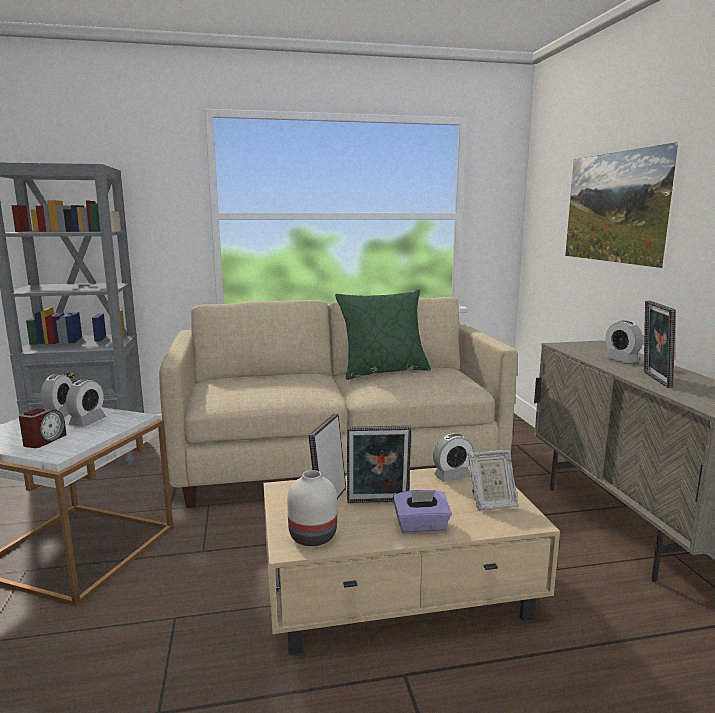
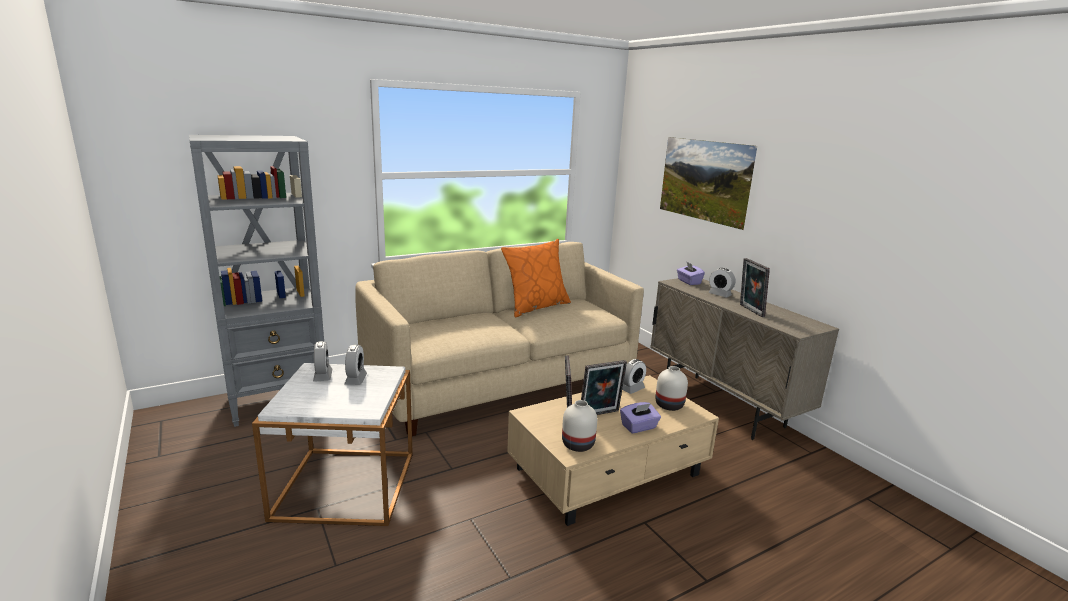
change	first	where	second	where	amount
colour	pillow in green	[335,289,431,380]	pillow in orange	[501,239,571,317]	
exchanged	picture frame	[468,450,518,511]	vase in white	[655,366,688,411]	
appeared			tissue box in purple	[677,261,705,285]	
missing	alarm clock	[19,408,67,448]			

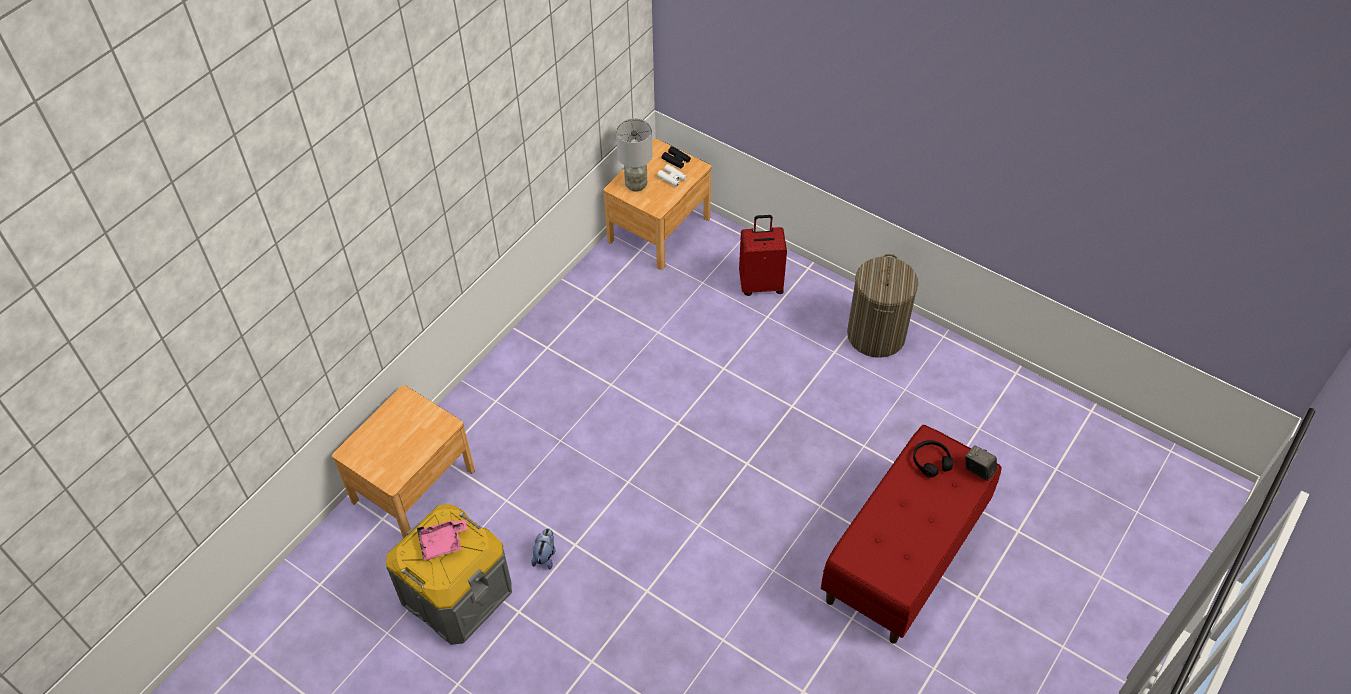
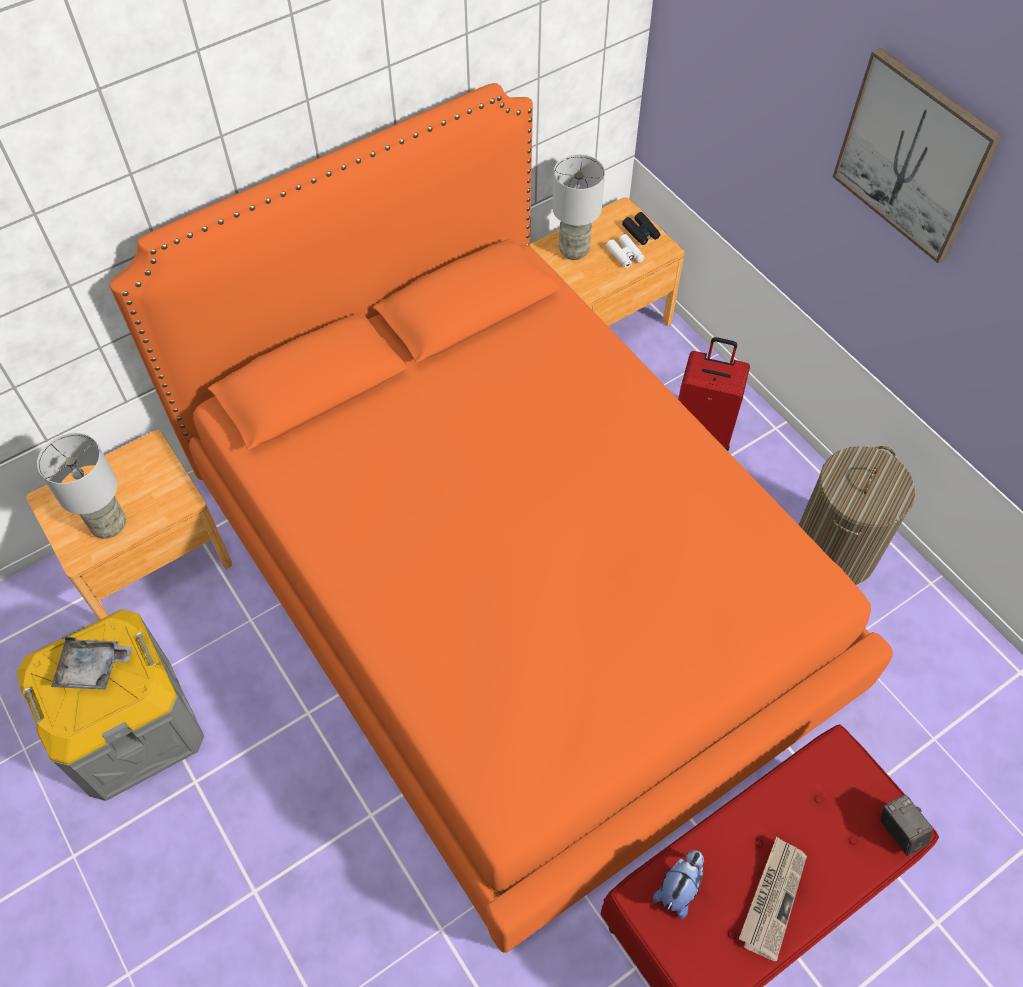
change	first	where	second	where	amount
appeared			table lamp in grey	[37,433,126,539]	
colour	tray in pink	[417,519,468,561]	tray in grey	[51,637,132,690]	
appeared			bed in orange	[109,83,893,953]	
relocated	plush toy	[531,528,556,570]		[653,850,704,919]	
appeared			newspaper	[739,836,807,962]	
appeared			picture	[833,47,1003,263]	
missing	headphones in black	[913,440,953,478]			

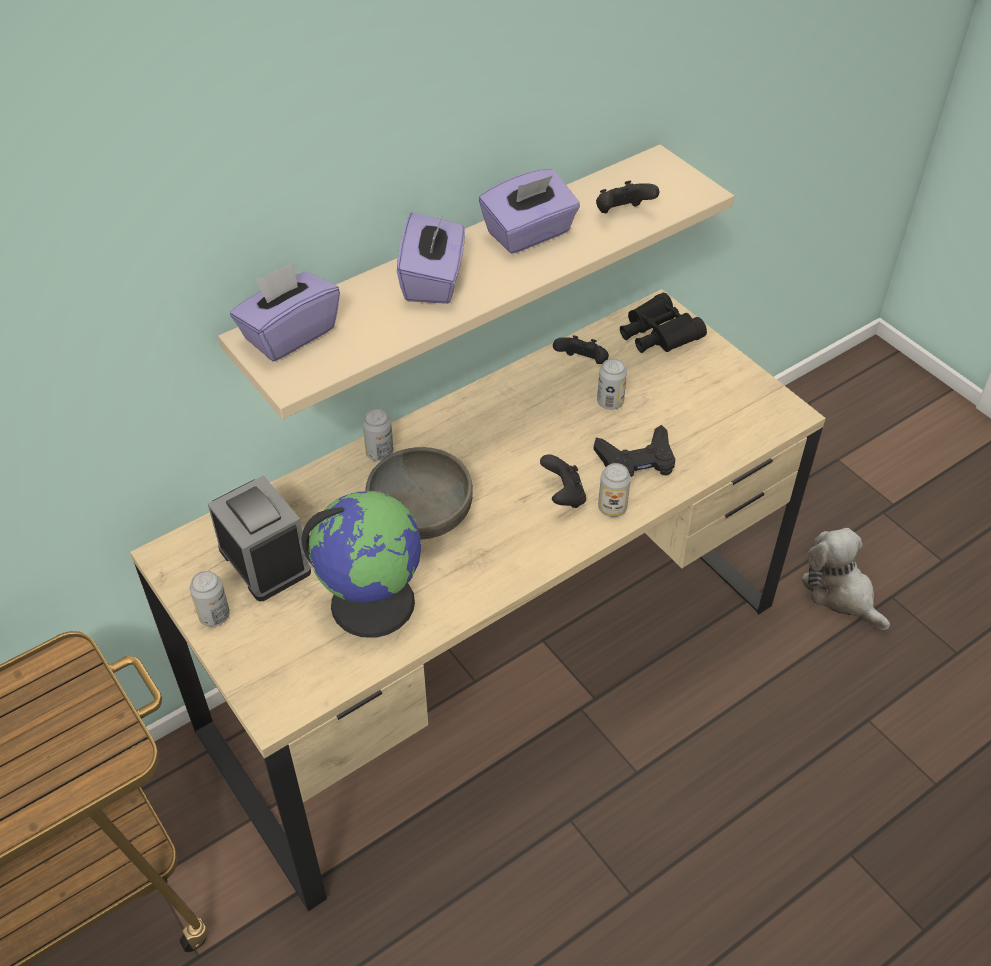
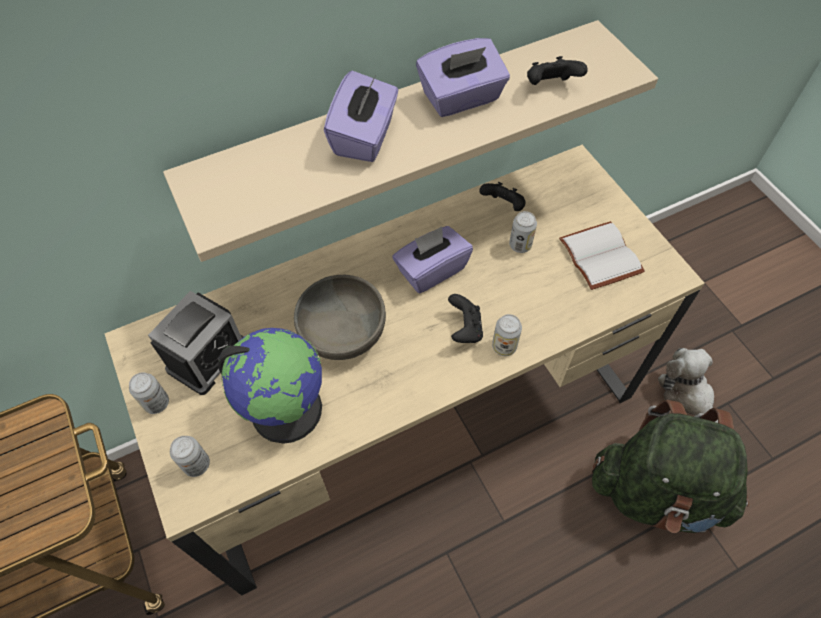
change	first	where	second	where	amount
spun	alarm clock	[208,475,311,601]		[148,291,244,395]	60 degrees clockwise
relocated	can	[362,409,394,461]		[170,436,210,477]	
relocated	tissue box in purple	[230,262,340,361]		[392,226,473,293]	
appeared			book in white	[559,221,645,290]	
appeared			backpack in green	[592,400,749,533]	
missing	game controller in black	[594,425,675,477]			
missing	binoculars in black	[620,293,707,353]			

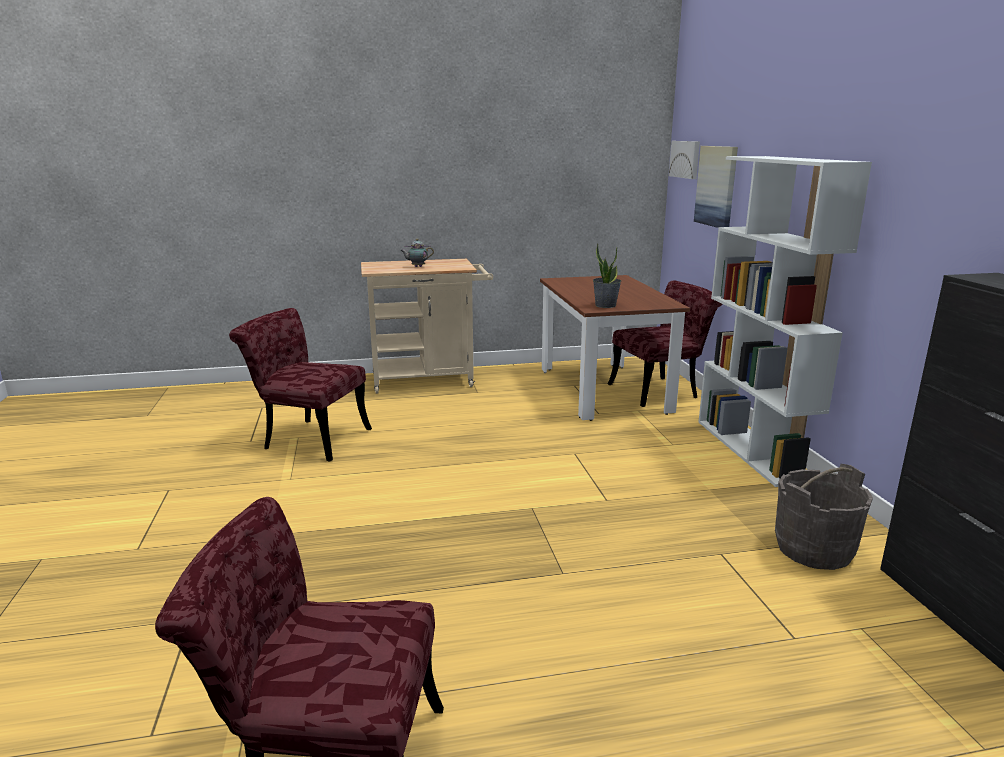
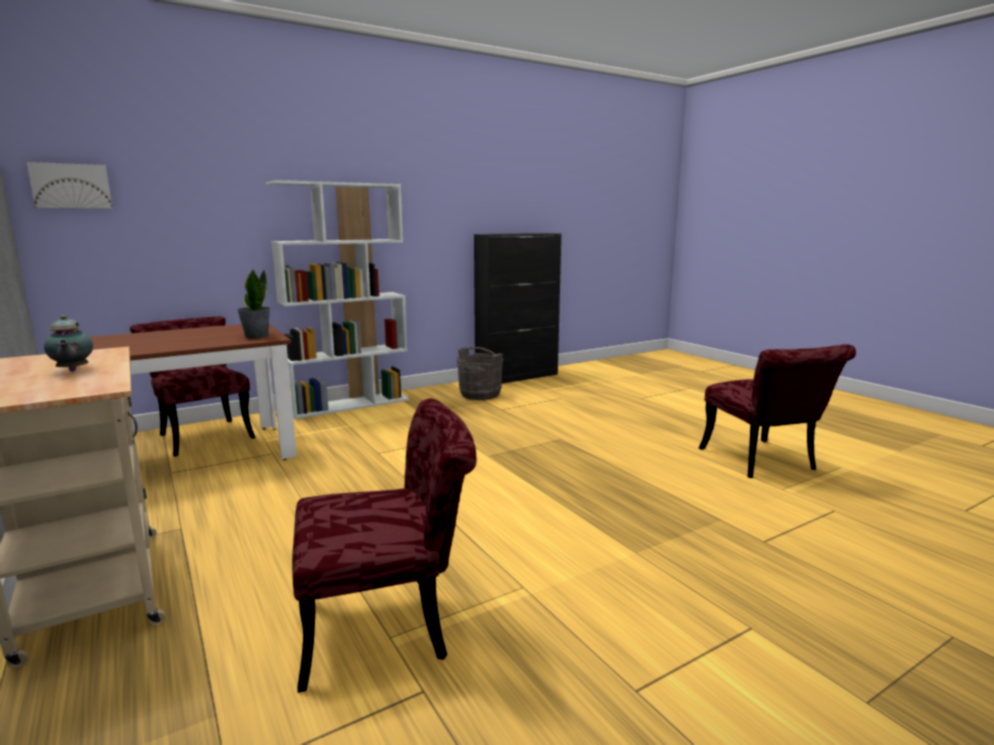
change	first	where	second	where	amount
spun	chair in red	[229,308,372,462]		[292,398,477,693]	105 degrees counterclockwise
missing	picture	[694,146,738,228]			

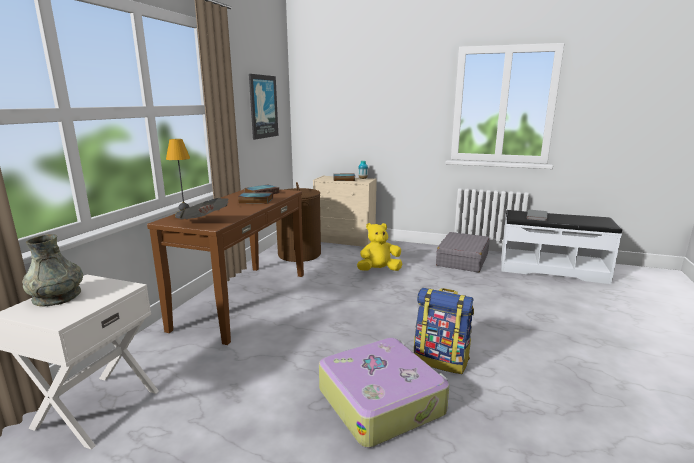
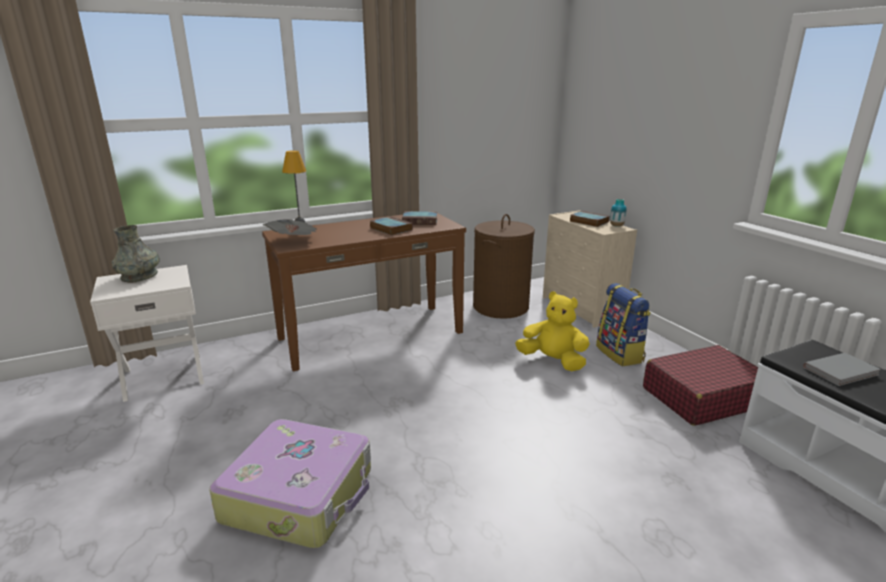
change	first	where	second	where	amount
relocated	backpack	[414,288,474,374]		[596,283,651,366]	
colour	suitcase in grey	[436,232,490,273]	suitcase in red	[643,345,758,426]	
missing	picture	[249,74,278,140]			

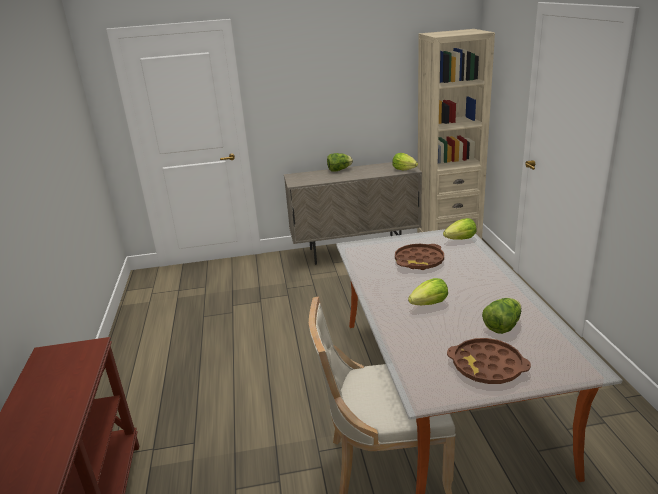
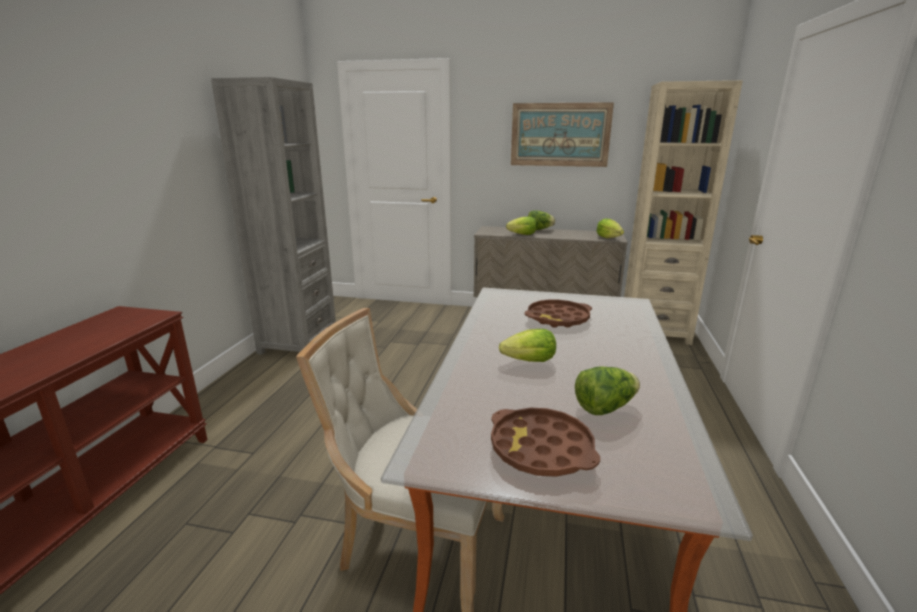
change	first	where	second	where	amount
appeared			bookcase in grey	[211,77,336,355]	
relocated	lettuce	[443,218,476,240]		[506,217,536,235]	
appeared			picture	[511,102,614,167]	

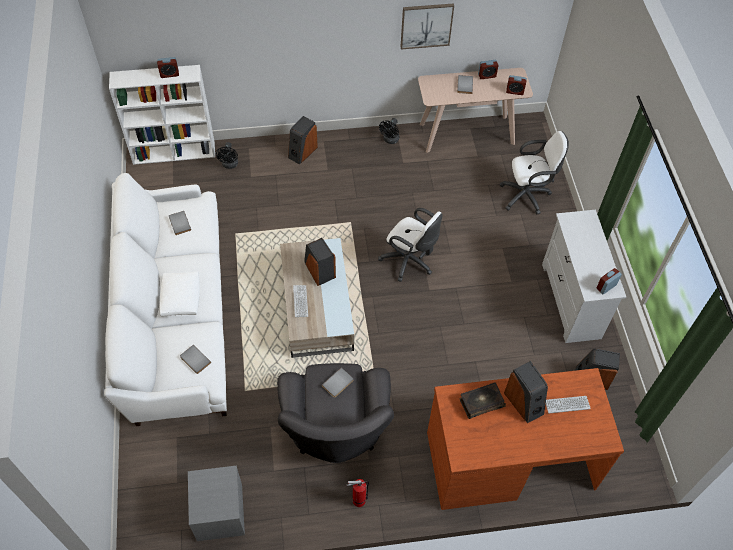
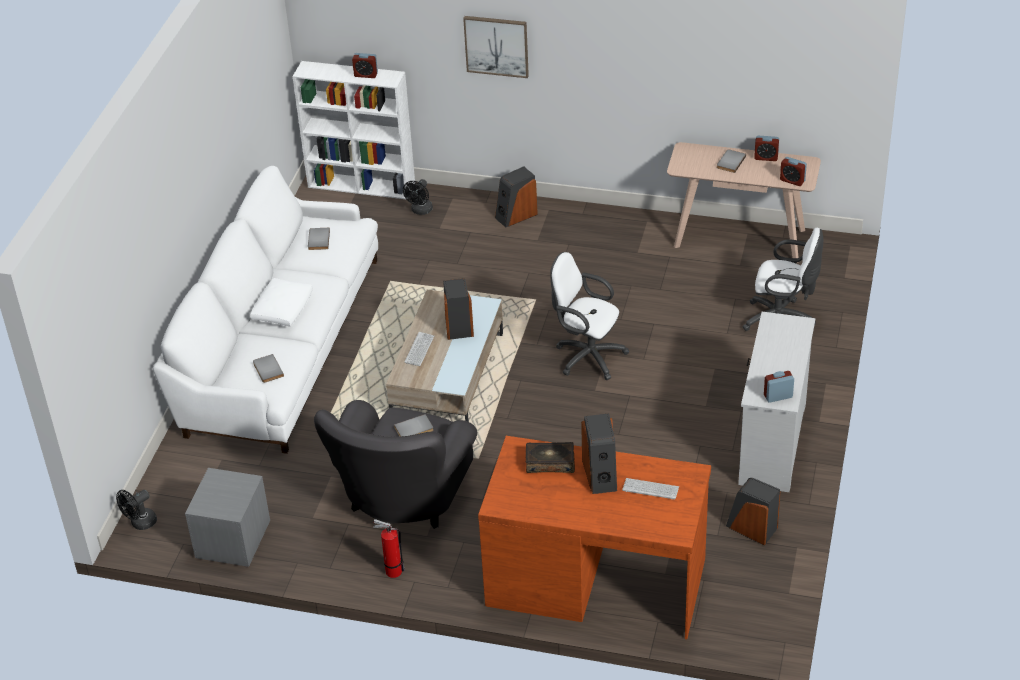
change	first	where	second	where	amount
relocated	fan in black	[379,118,399,144]		[116,490,157,530]	
relocated	picture	[400,3,454,50]		[463,16,529,78]	
spun	office chair in white	[378,208,443,282]		[550,252,629,380]	150 degrees clockwise

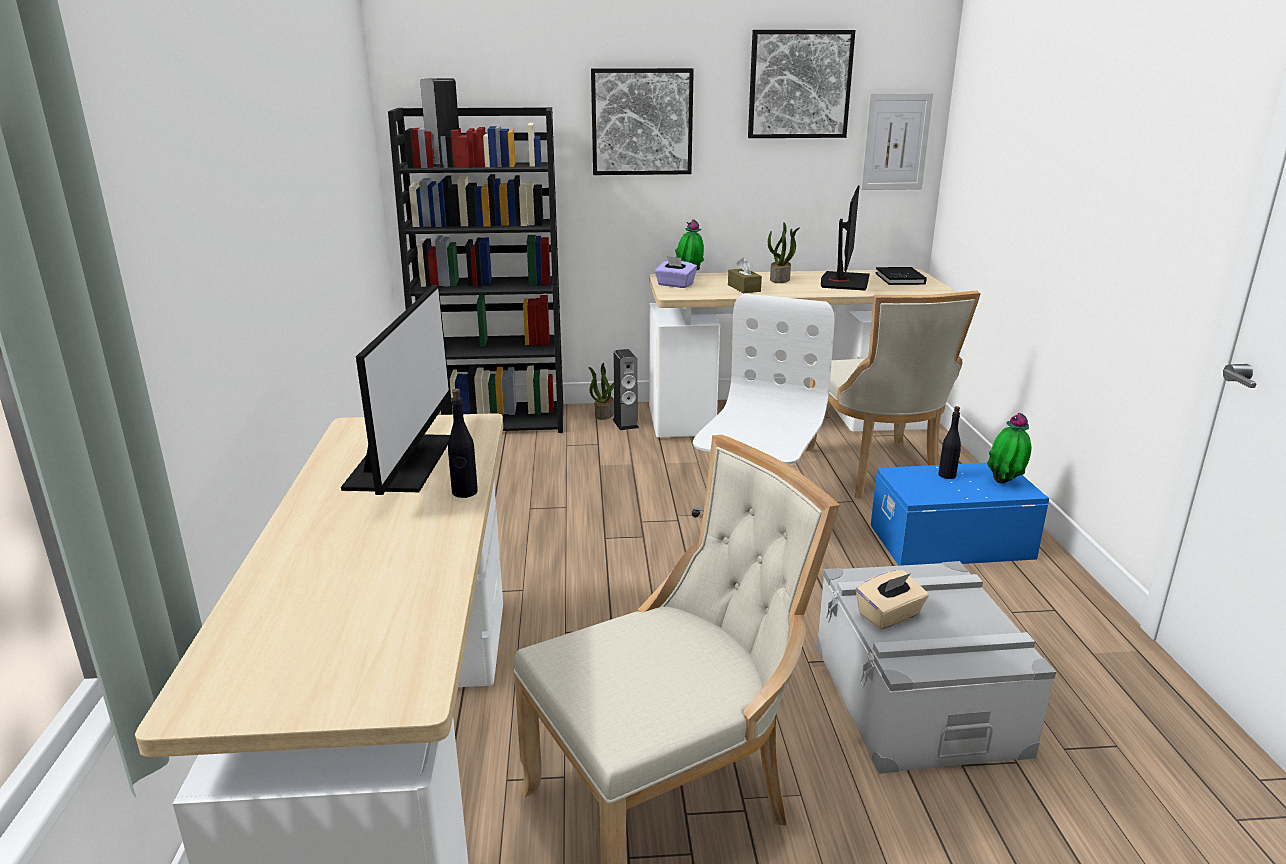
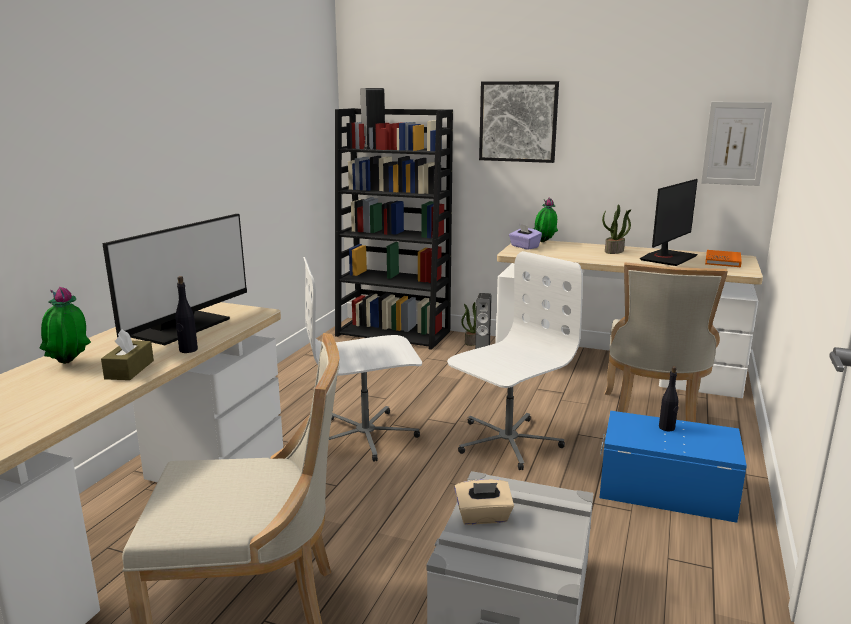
change	first	where	second	where	amount
relocated	potted plant	[987,413,1031,483]		[39,287,91,364]	
relocated	tissue box in brown	[728,257,762,293]		[101,329,154,380]	
appeared			office chair in white	[303,257,422,462]	
colour	book in black	[875,267,927,285]	book in orange	[705,250,742,267]	
missing	picture	[748,30,855,138]			

